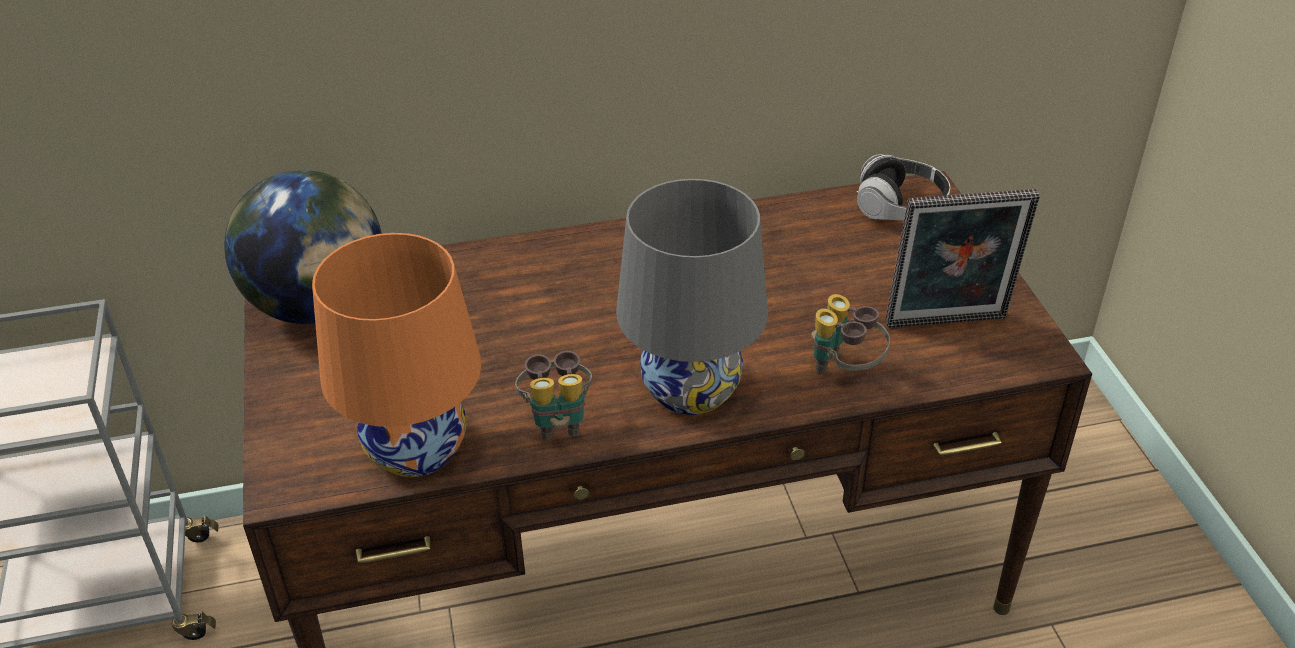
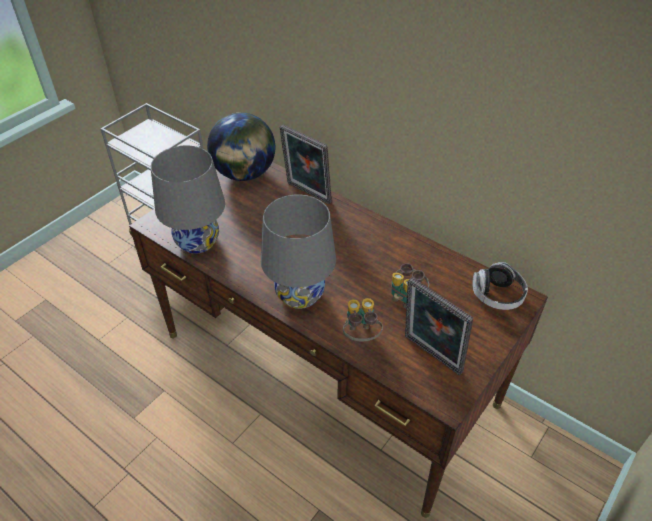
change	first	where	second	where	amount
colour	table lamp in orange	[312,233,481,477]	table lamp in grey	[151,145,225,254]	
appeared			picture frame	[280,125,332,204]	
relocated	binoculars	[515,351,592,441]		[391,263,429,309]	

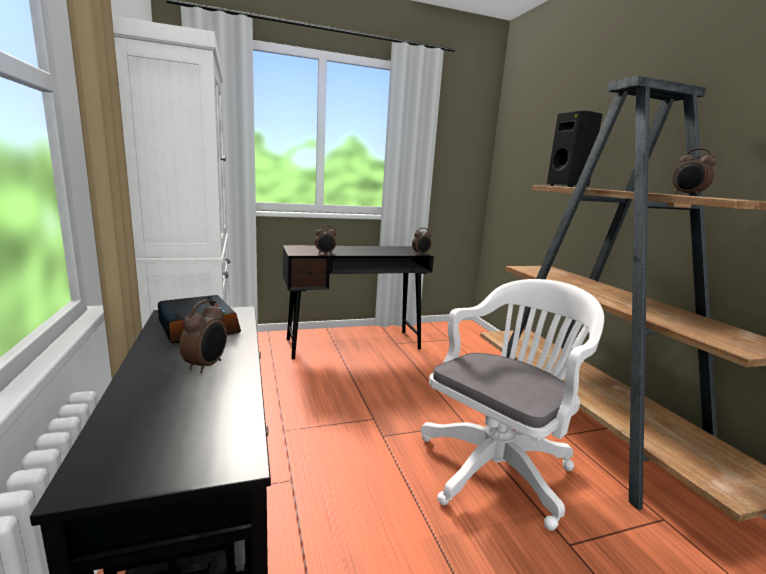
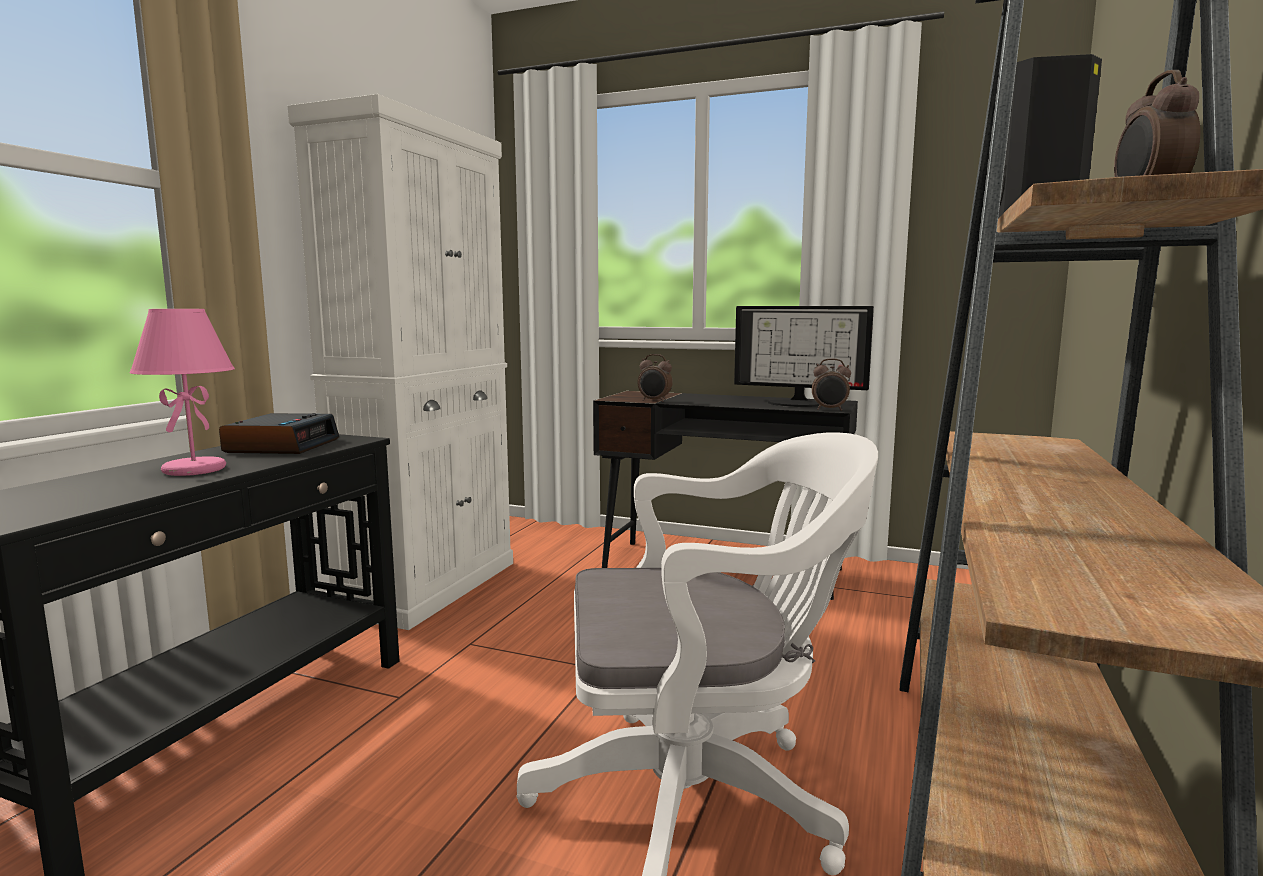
change	first	where	second	where	amount
exchanged	alarm clock	[179,300,227,373]	table lamp in pink	[129,309,235,476]	
appeared			monitor	[734,306,874,407]	

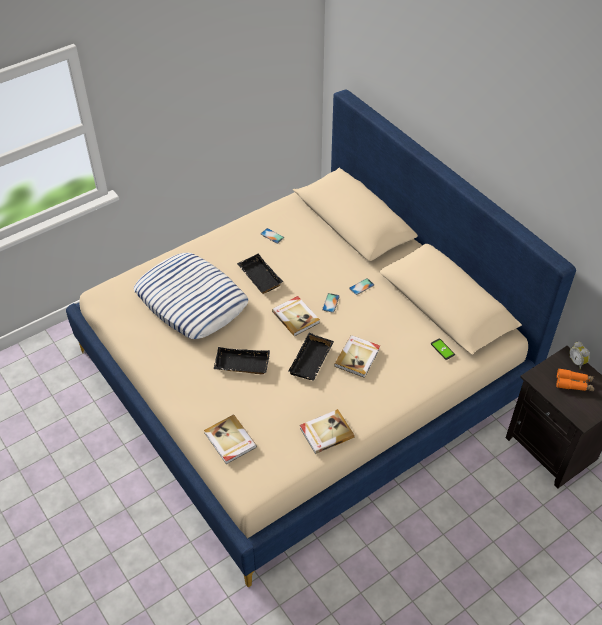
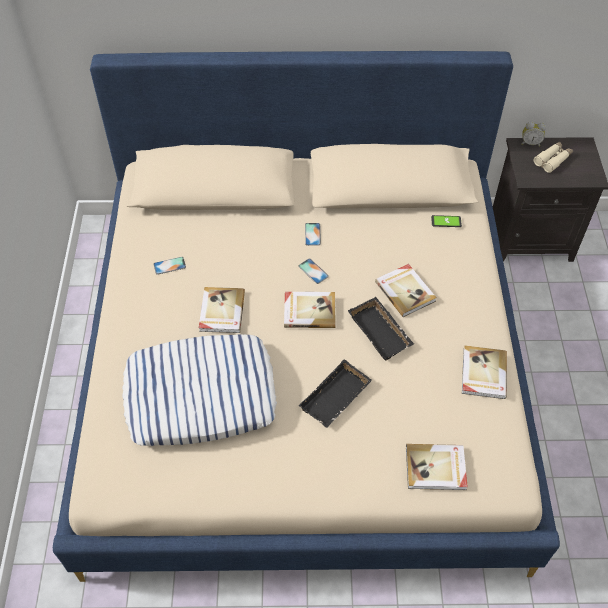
change	first	where	second	where	amount
exchanged	tray in black	[237,254,283,294]	book	[199,287,245,333]	
colour	binoculars in orange	[556,368,594,391]	binoculars in beige	[534,141,573,173]	

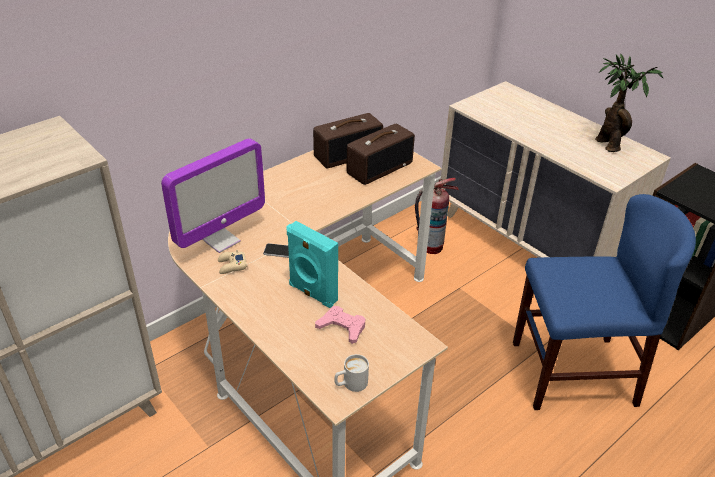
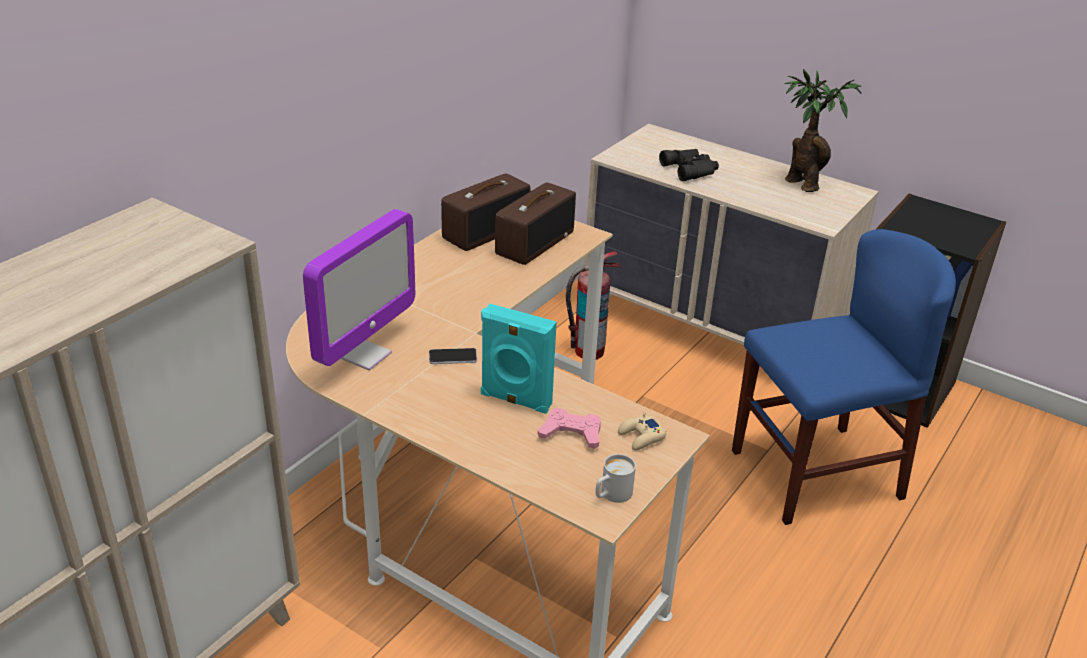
change	first	where	second	where	amount
relocated	game controller in beige	[218,249,247,274]		[618,413,667,450]	
appeared			binoculars in black	[659,149,719,181]	

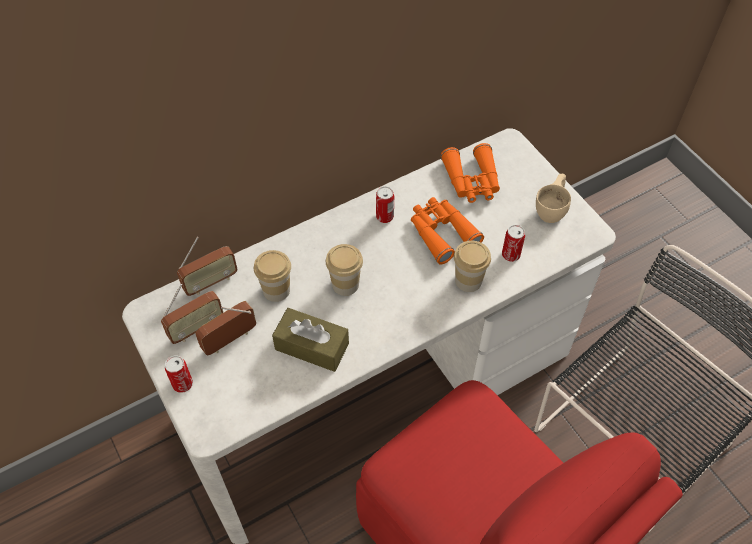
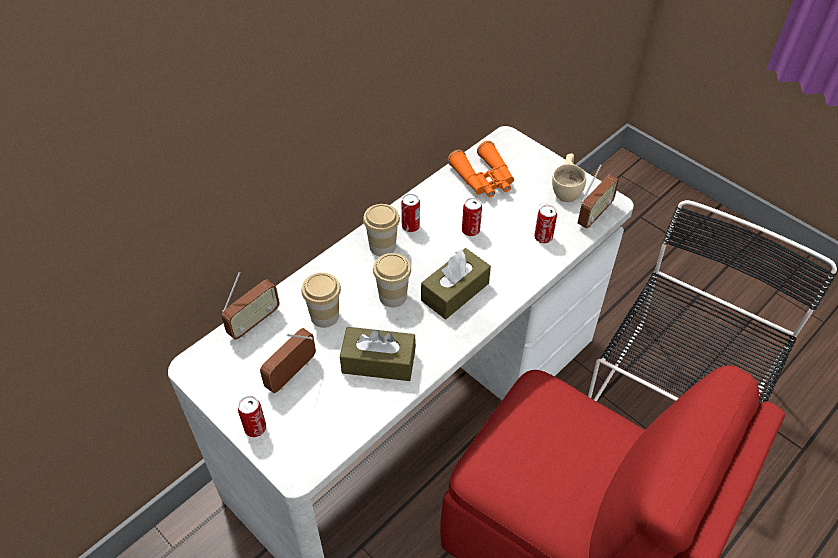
change	first	where	second	where	amount
relocated	cup	[454,241,491,292]		[363,204,400,256]	
appeared			tissue box in brown	[421,248,491,319]	
exchanged	binoculars in orange	[411,197,484,265]	can	[462,198,482,236]	
relocated	radio	[161,284,223,344]		[578,164,619,228]	

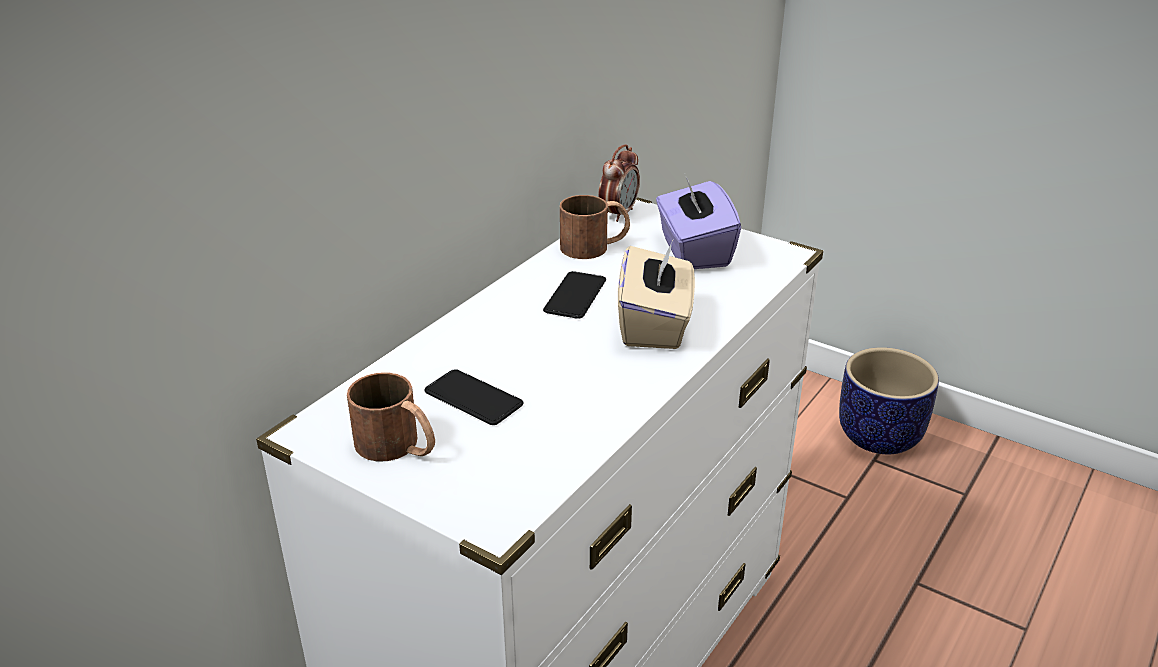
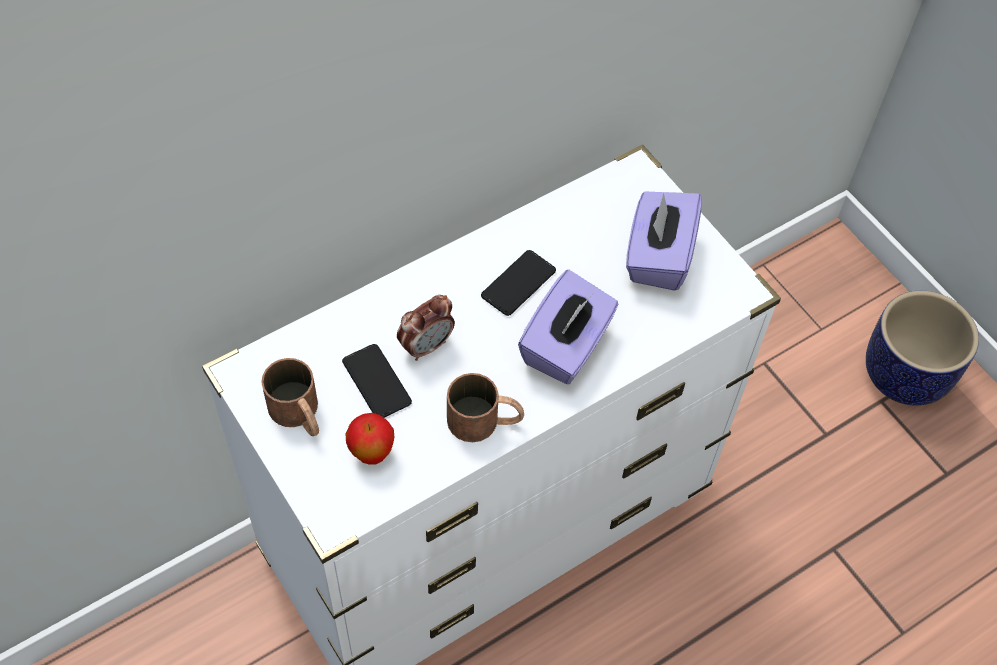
change	first	where	second	where	amount
appeared			apple	[346,413,394,465]	
relocated	alarm clock	[598,144,640,222]		[397,295,455,361]	
relocated	mug in brown	[560,195,630,259]		[447,373,524,442]	
colour	tissue box in beige	[618,241,695,349]	tissue box in purple	[518,270,618,384]	

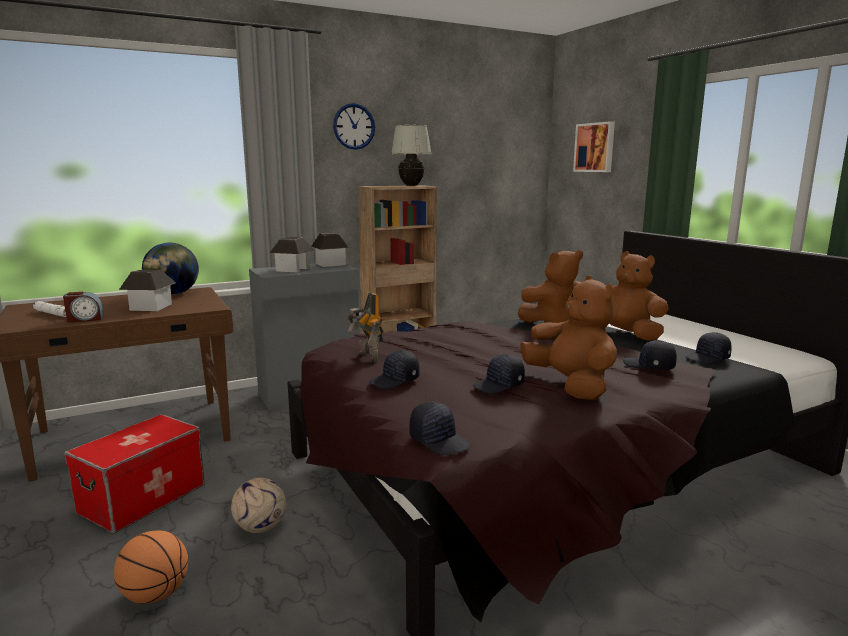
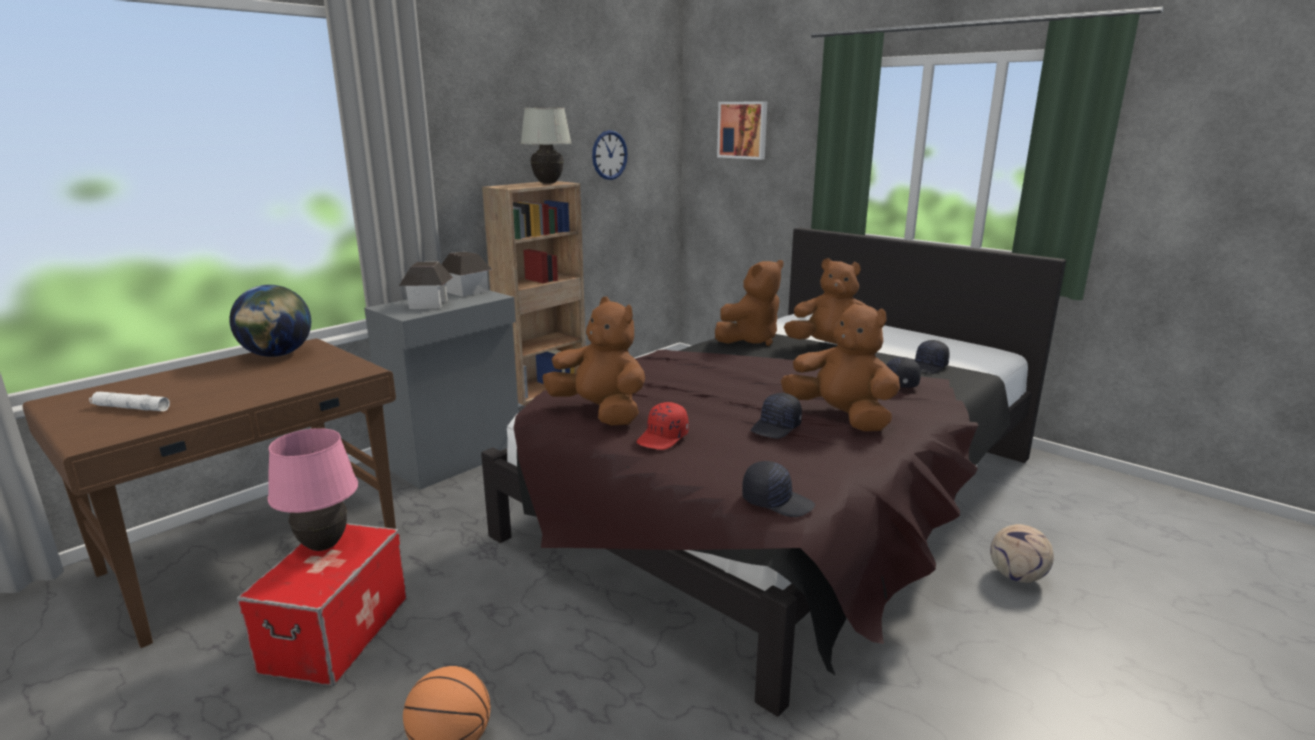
change	first	where	second	where	amount
appeared			table lamp in pink	[268,428,358,551]	
exchanged	toy robot	[346,293,383,363]	plush toy in brown	[542,297,645,425]	
relocated	wall clock	[333,103,375,150]		[592,130,628,180]	
colour	cap in black	[369,350,420,389]	cap in red	[637,402,689,450]	
relocated	football	[231,478,286,533]		[990,524,1054,583]	
missing	alarm clock	[63,292,104,323]			
missing	toy house	[119,269,176,311]			

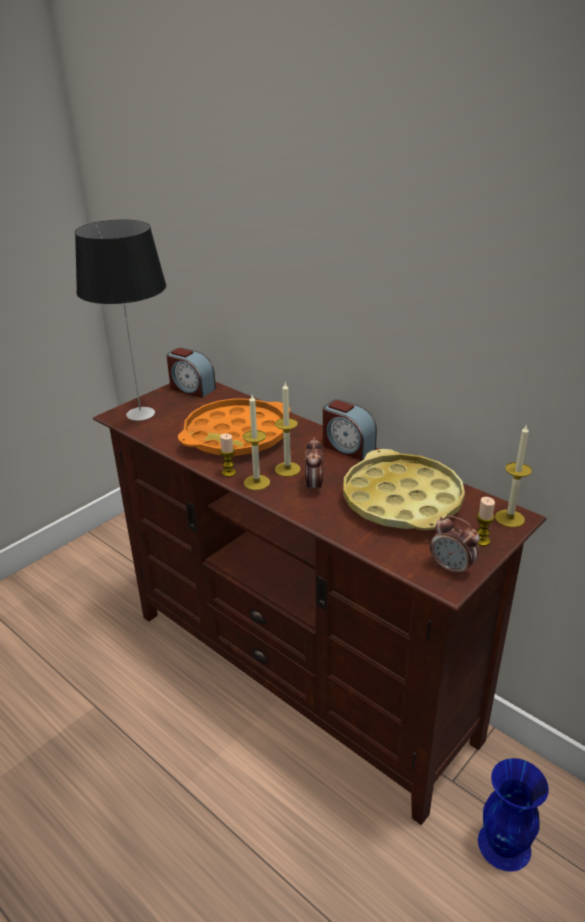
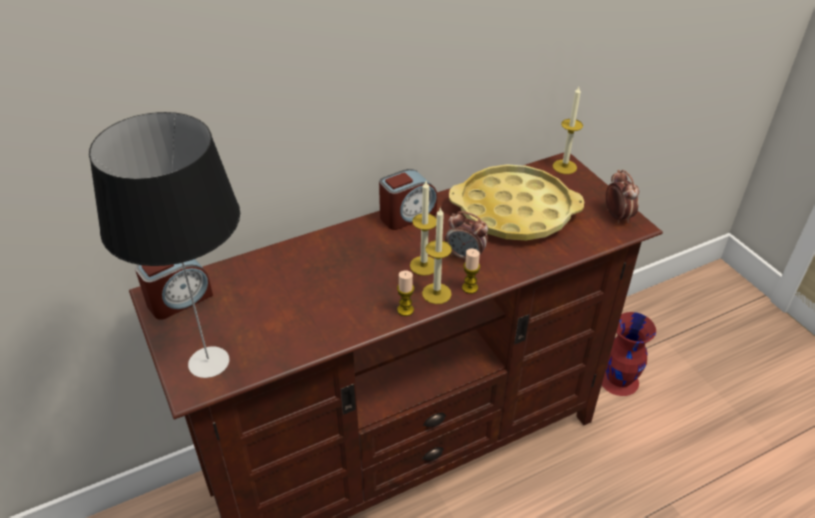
change	first	where	second	where	amount
relocated	candle	[477,497,495,546]		[462,248,480,294]	
colour	vase in blue	[478,758,549,872]	vase in red	[602,312,656,396]	
spun	alarm clock	[430,515,480,577]		[606,170,639,224]	75 degrees counterclockwise
missing	tray in orange	[178,398,290,457]			

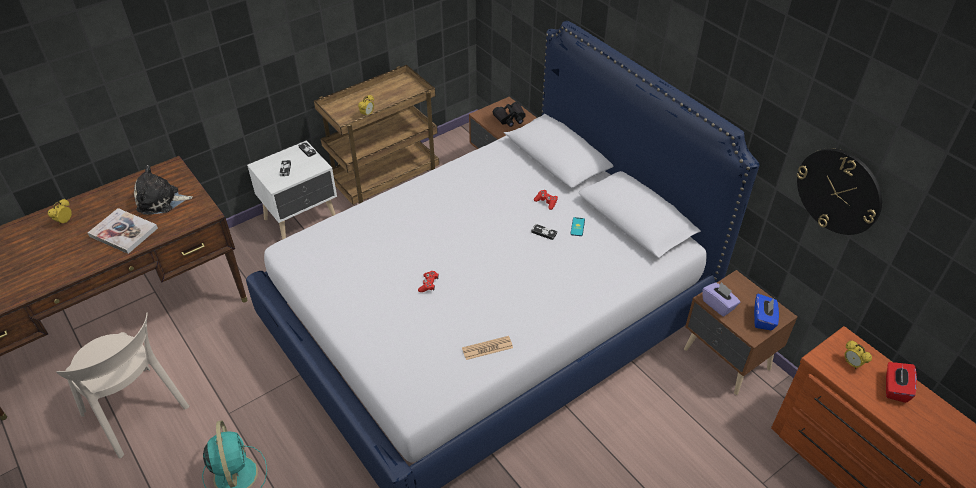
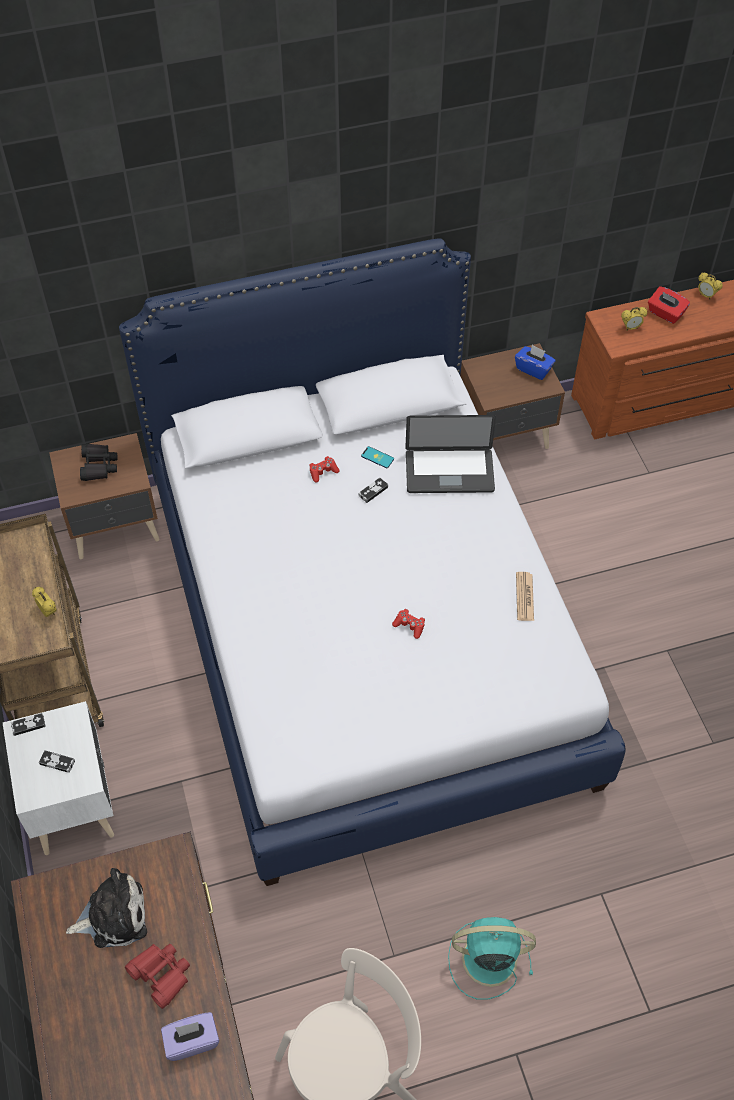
change	first	where	second	where	amount
spun	plush toy	[134,165,193,215]		[66,868,147,948]	120 degrees counterclockwise
exchanged	book	[88,208,158,254]	binoculars in red	[125,944,190,1009]	
relocated	tissue box in purple	[702,282,741,317]		[161,1012,219,1061]	
appeared			laptop	[405,415,496,493]	
relocated	alarm clock	[48,199,72,224]		[698,273,723,300]	
missing	wall clock	[797,148,882,235]			

